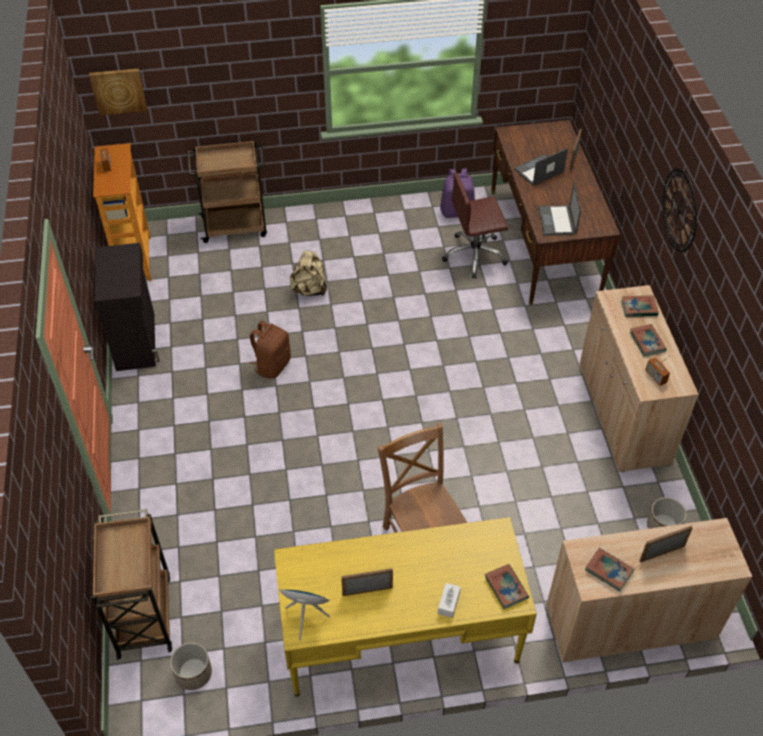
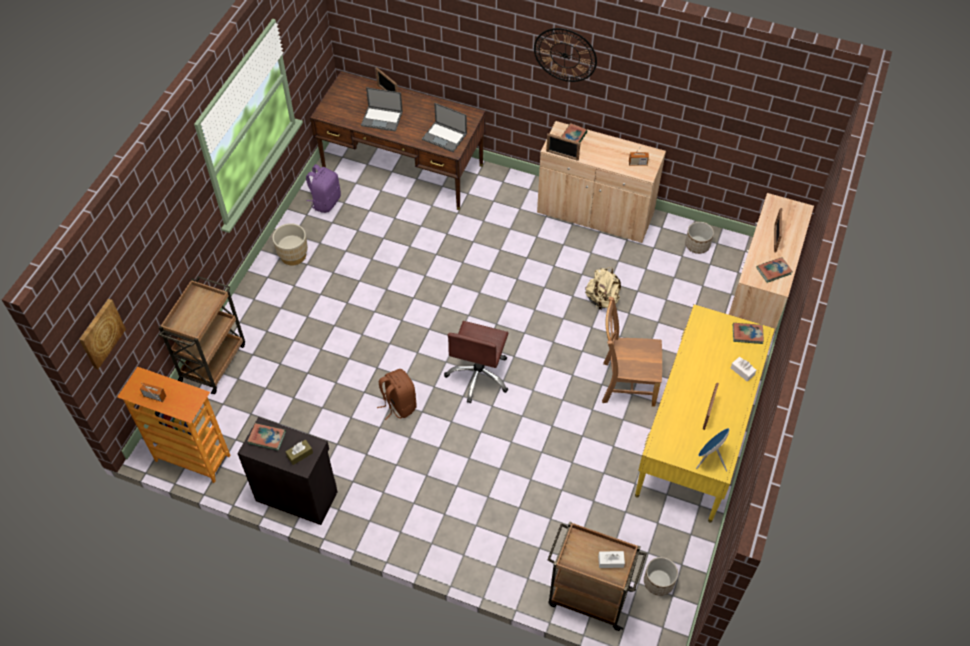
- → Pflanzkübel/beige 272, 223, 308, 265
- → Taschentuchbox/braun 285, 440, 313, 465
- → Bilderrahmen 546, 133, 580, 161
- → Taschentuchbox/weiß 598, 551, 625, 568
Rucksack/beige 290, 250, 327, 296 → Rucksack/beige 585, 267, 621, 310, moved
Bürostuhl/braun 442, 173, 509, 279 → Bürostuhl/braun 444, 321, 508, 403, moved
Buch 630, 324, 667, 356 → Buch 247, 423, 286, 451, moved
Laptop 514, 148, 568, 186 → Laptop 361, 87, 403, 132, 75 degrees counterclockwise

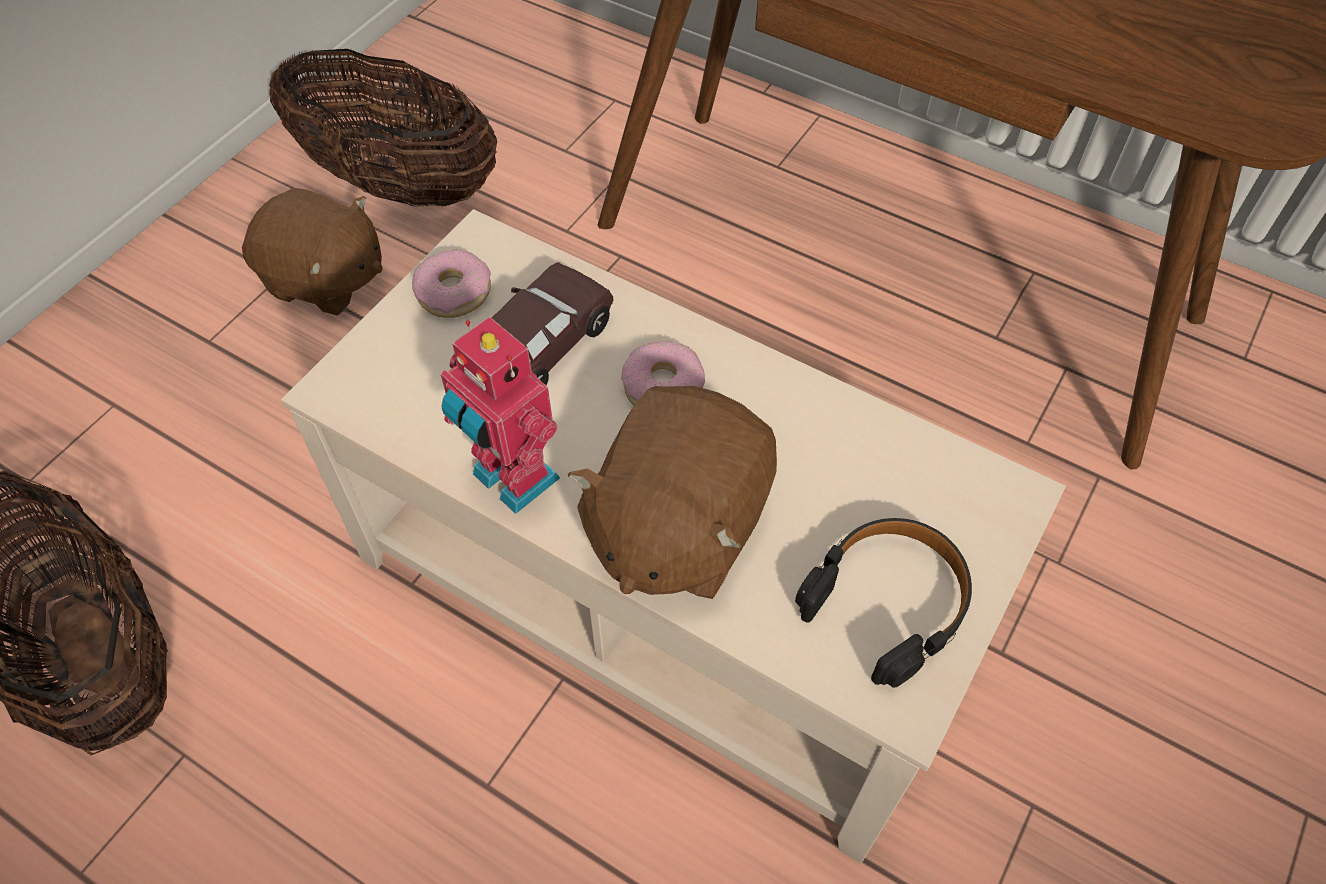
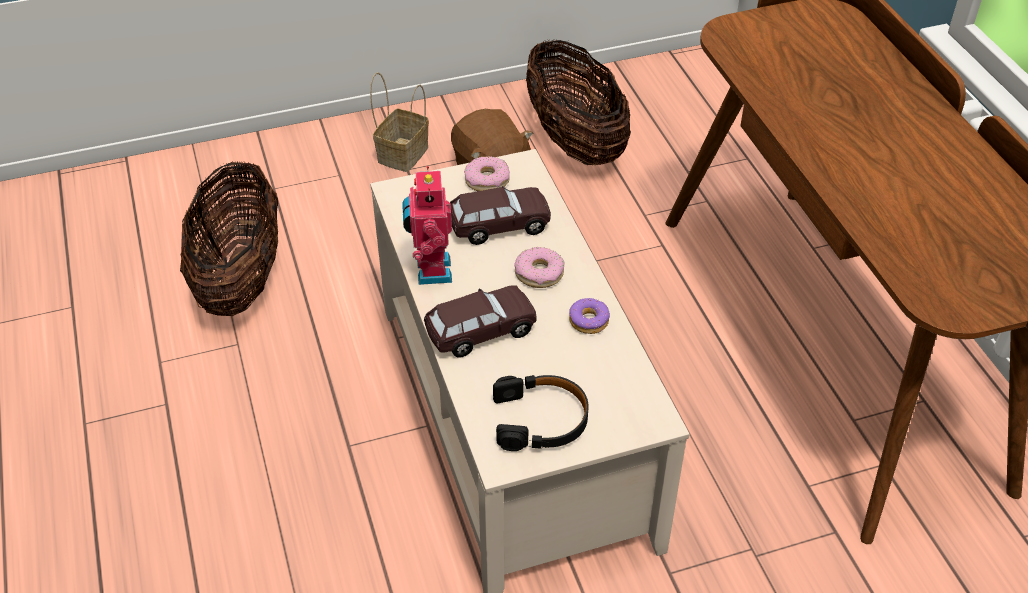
- → Korb 370, 72, 429, 172
- → Donut 569, 298, 610, 334
Plüschtier/braun 568, 386, 777, 599 → Spielzeugauto/braun 424, 285, 537, 357

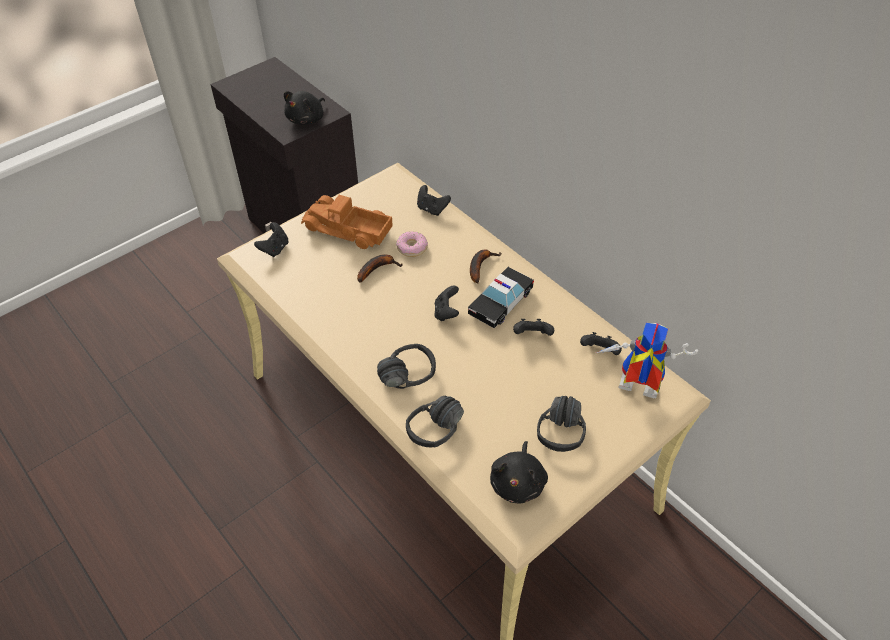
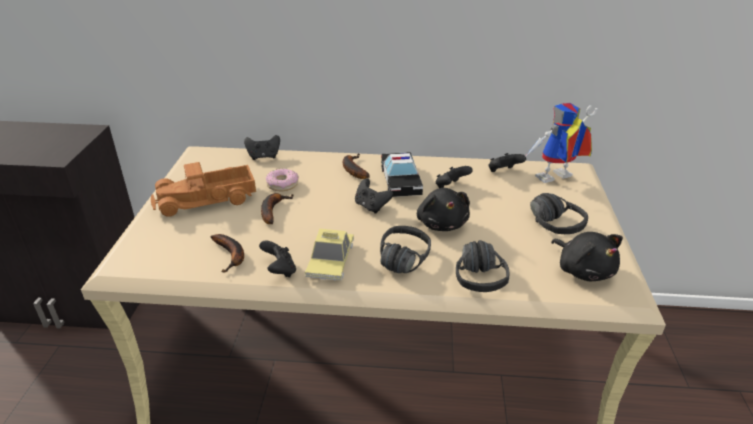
- → Banane 210, 234, 244, 272
- → Spielzeugauto 305, 229, 354, 281
Gamepad/schwarz 254, 222, 289, 257 → Gamepad/schwarz 259, 241, 296, 277, moved
Plüschtier/schwarz 284, 91, 325, 125 → Plüschtier/schwarz 417, 188, 470, 231, moved

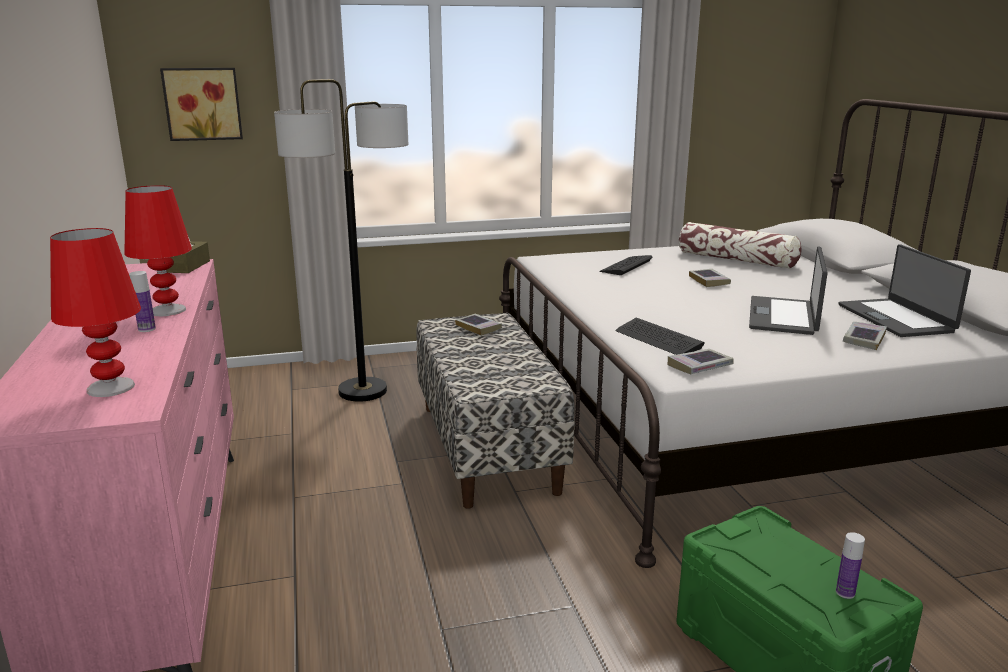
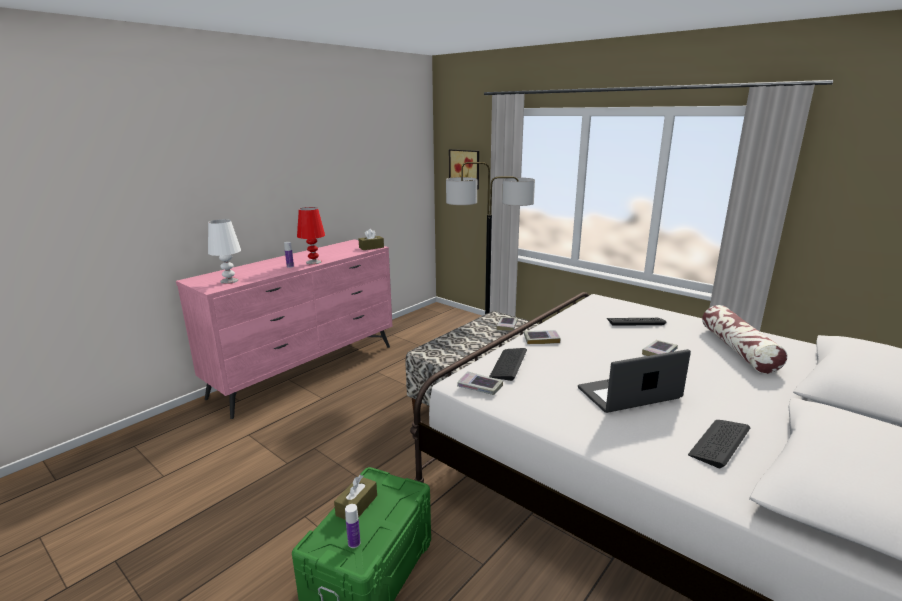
- → Taschentuchbox/braun 334, 475, 377, 520
Buch 843, 322, 887, 350 → Buch 524, 330, 561, 344, moved
Laptop 839, 244, 971, 337 → Tastatur 688, 420, 750, 468
Tischlampe/rot 50, 228, 141, 397 → Tischlampe/weiß 208, 219, 241, 284

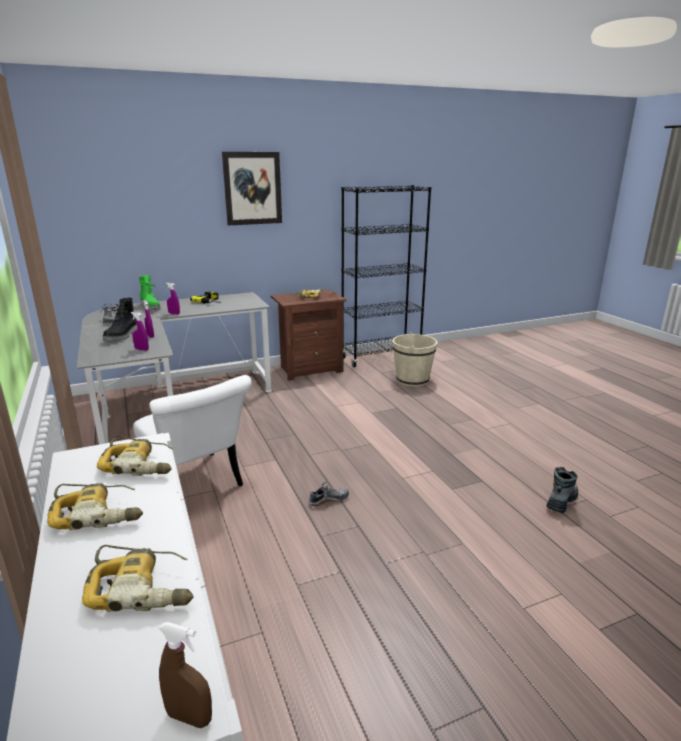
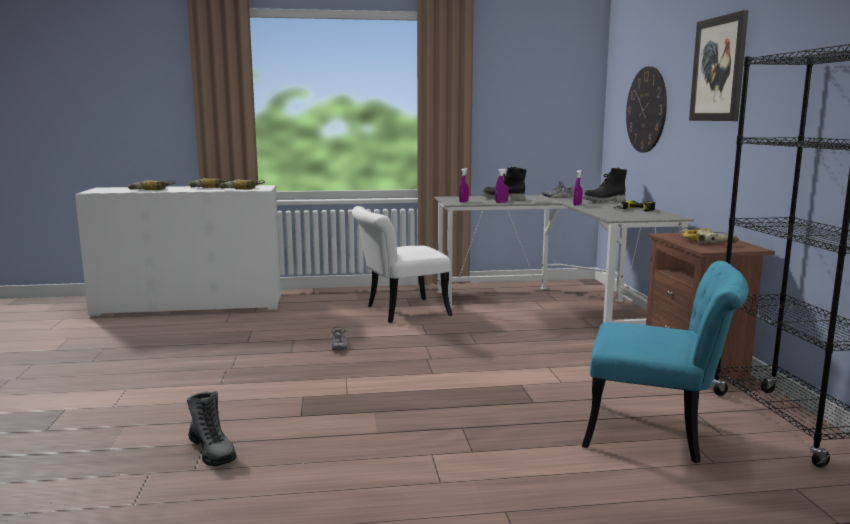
Sprühflasche/braun 159, 622, 212, 728 → -
- → Wanduhr 626, 66, 667, 152
Eimer/beige 392, 332, 438, 387 → Stuhl/türkis 582, 261, 749, 463
Stiefel/grün 139, 275, 160, 310 → Stiefel/schwarz 583, 168, 627, 203

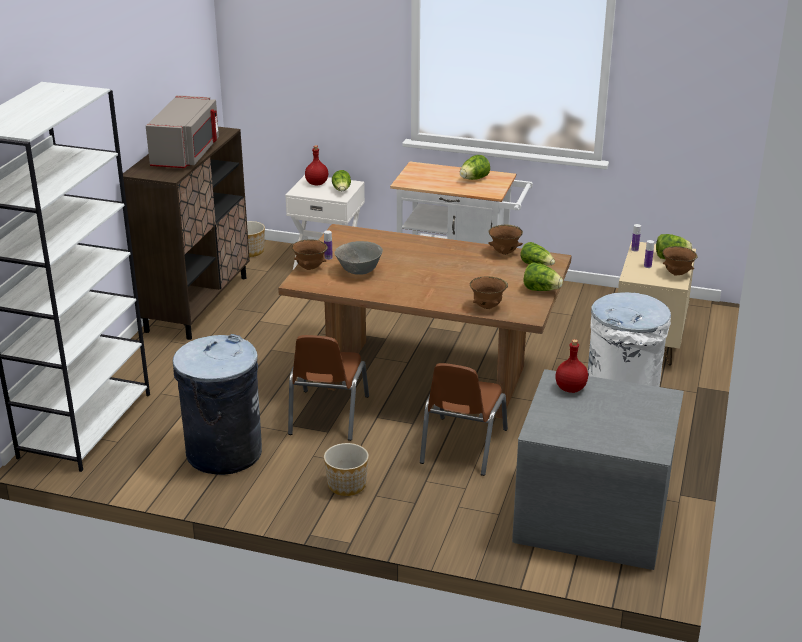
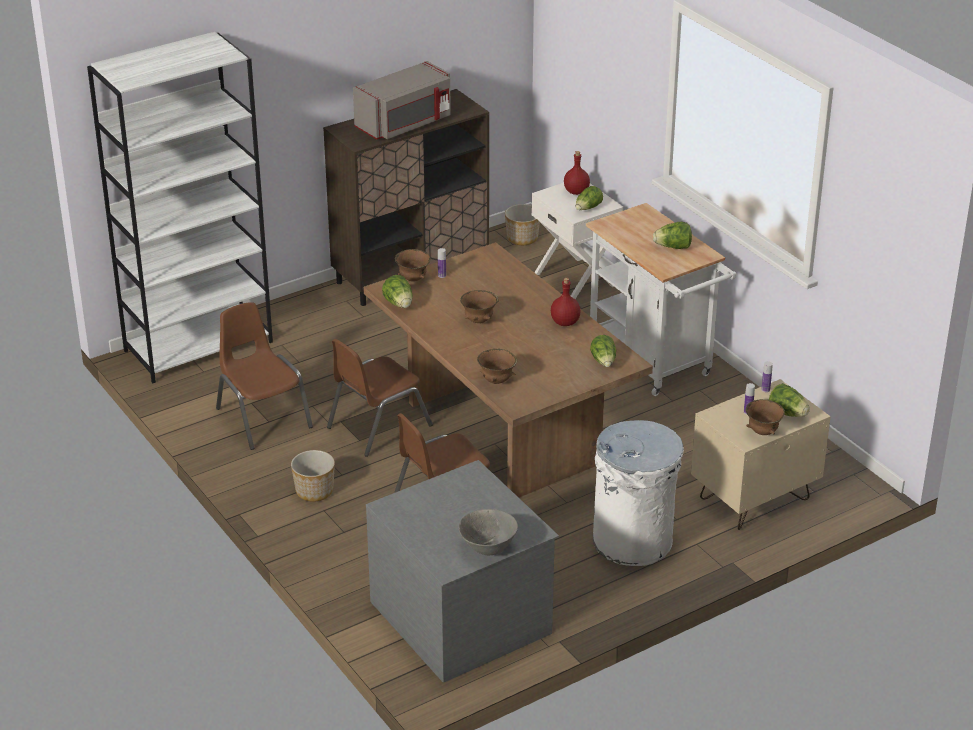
Schüssel/grau 334, 241, 383, 275 → Schüssel/grau 459, 509, 518, 555, moved
Schüssel/braun 488, 225, 523, 254 → Schüssel/braun 460, 290, 499, 323, moved
Salatkopf 524, 262, 563, 291 → Salatkopf 382, 275, 413, 308, moved
Flasche/rot 555, 339, 588, 393 → Flasche/rot 551, 278, 581, 326, moved
Mülleimer/grau 173, 334, 262, 475 → Stuhl/braun 216, 302, 313, 450

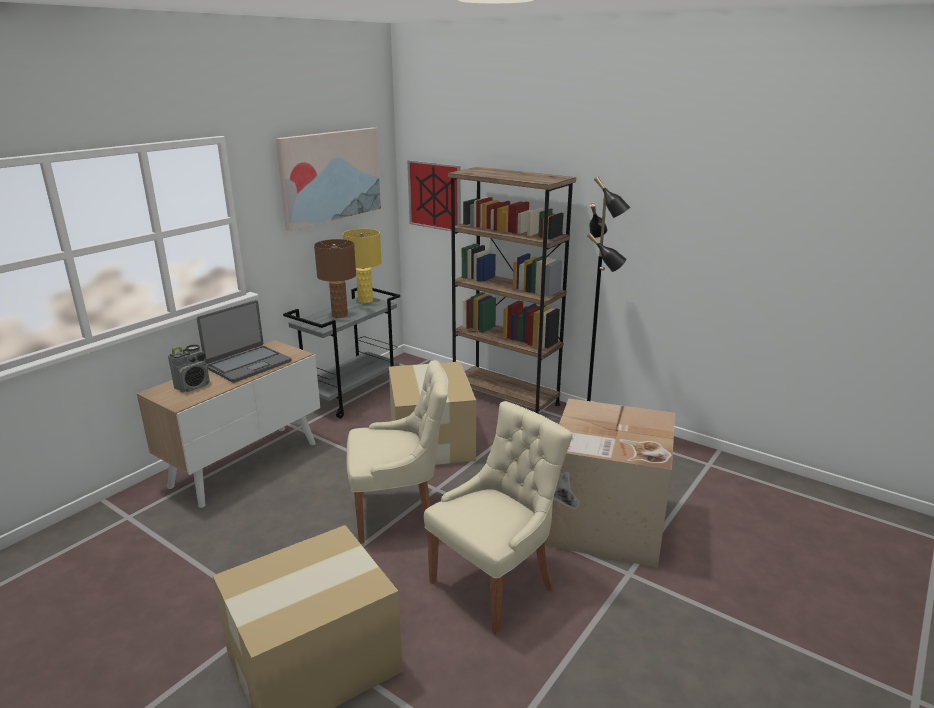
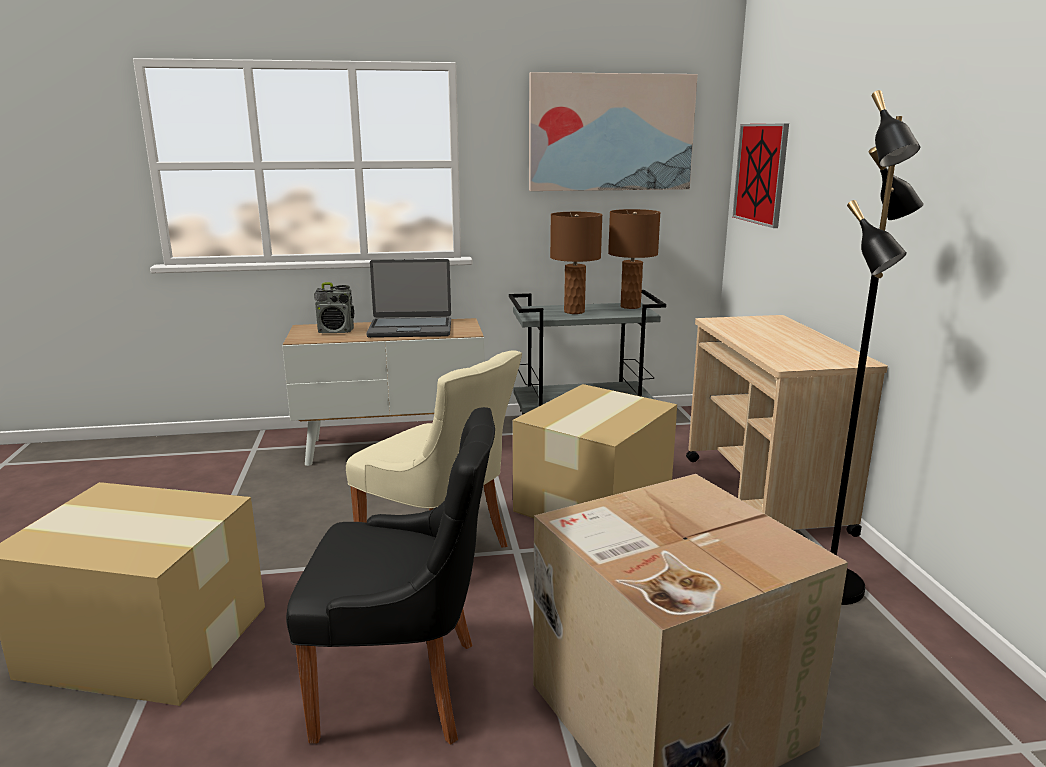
Bücherregal/braun 448, 167, 576, 414 → Rollwagen/beige 686, 315, 888, 537
Tischlampe/gelb 343, 229, 382, 303 → Tischlampe/braun 608, 209, 661, 309
Stuhl/beige 424, 401, 573, 635 → Stuhl/schwarz 286, 407, 495, 744

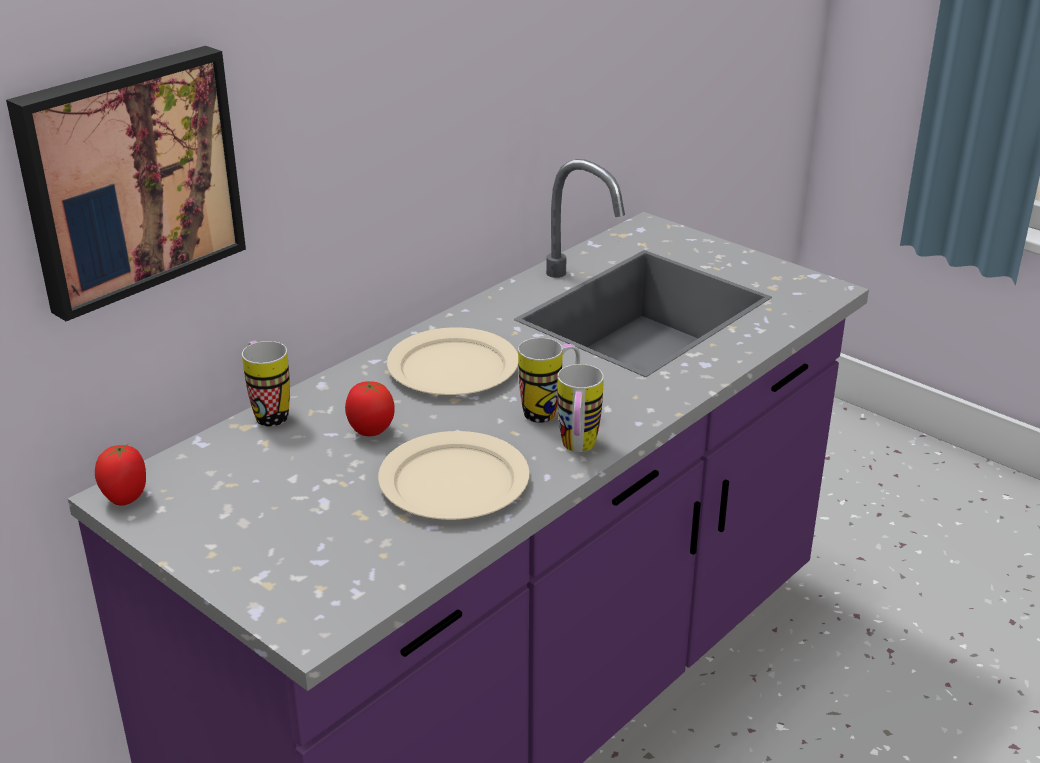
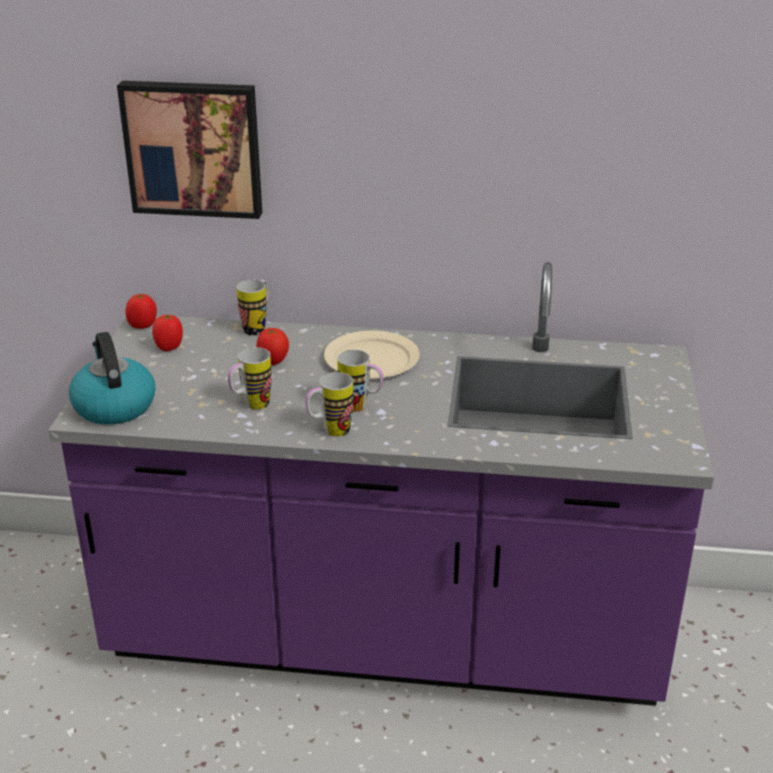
- → Wasserkessel 69, 332, 156, 425
- → Tomate 152, 314, 183, 351
Teller/beige 378, 431, 530, 520 → Henkelbecher 228, 347, 271, 409

